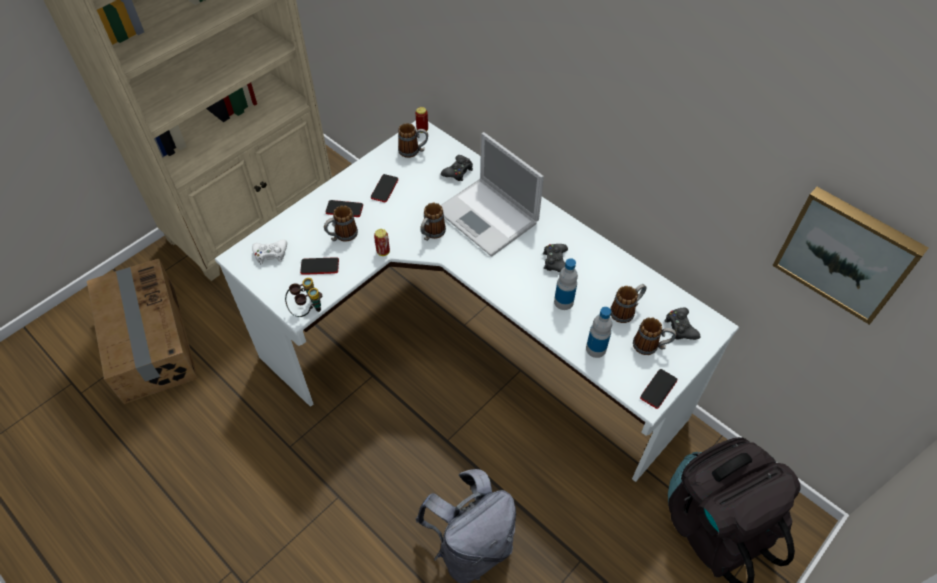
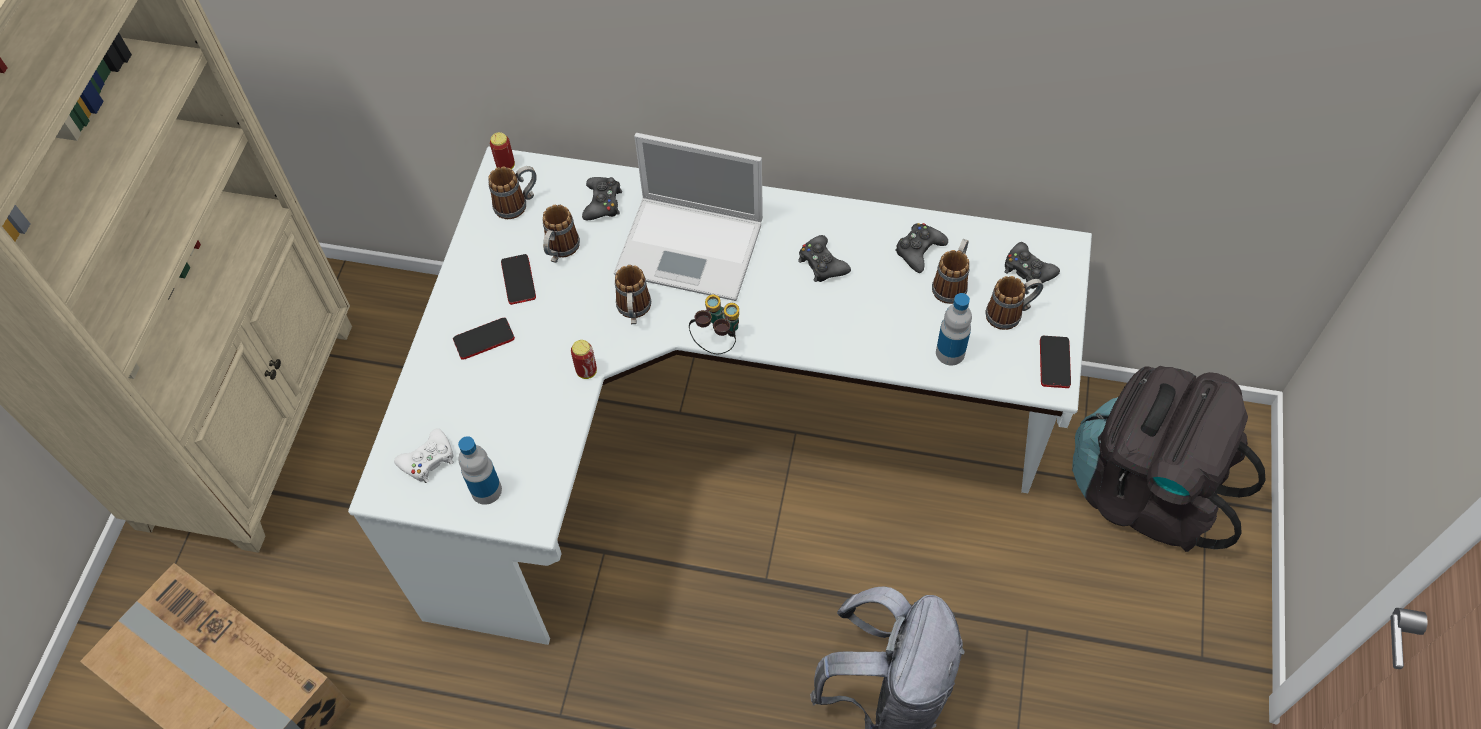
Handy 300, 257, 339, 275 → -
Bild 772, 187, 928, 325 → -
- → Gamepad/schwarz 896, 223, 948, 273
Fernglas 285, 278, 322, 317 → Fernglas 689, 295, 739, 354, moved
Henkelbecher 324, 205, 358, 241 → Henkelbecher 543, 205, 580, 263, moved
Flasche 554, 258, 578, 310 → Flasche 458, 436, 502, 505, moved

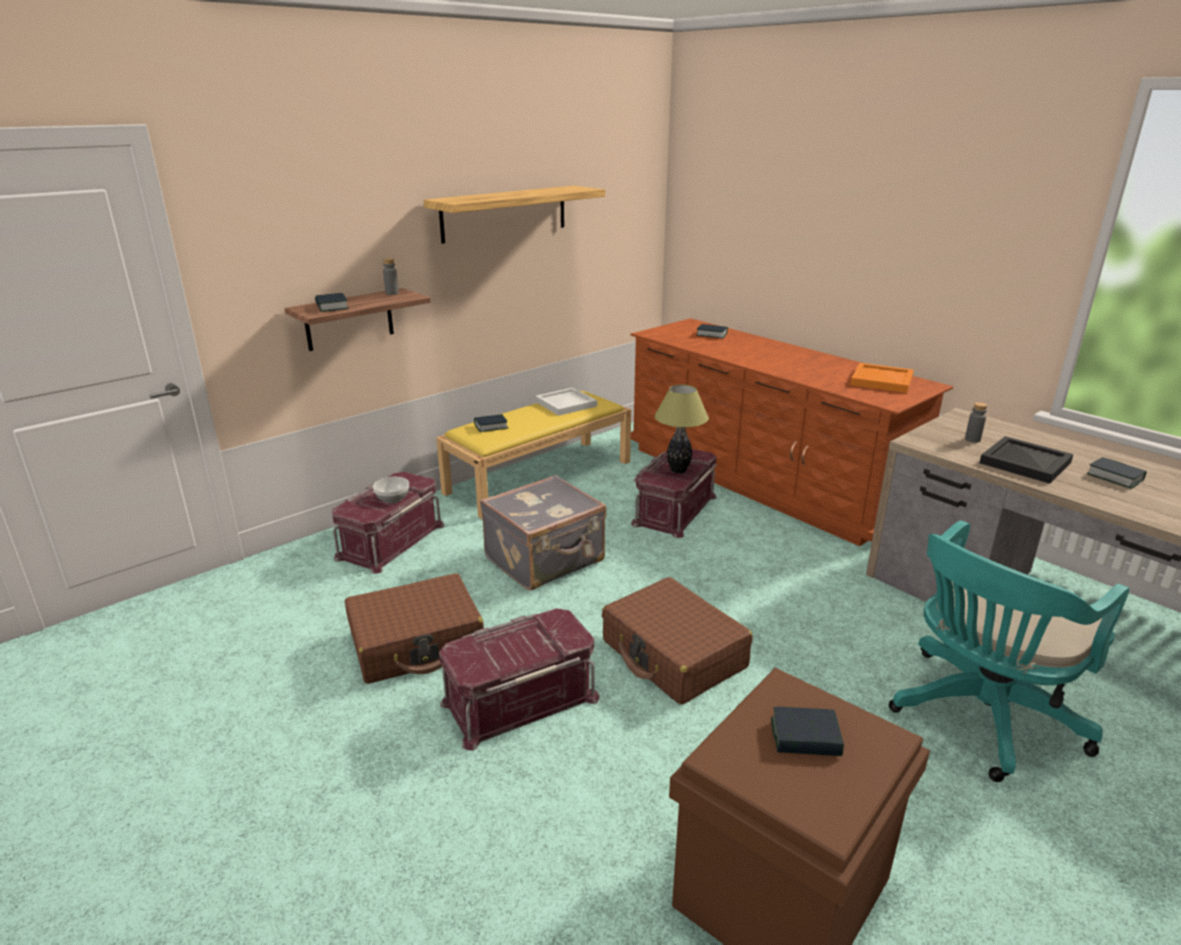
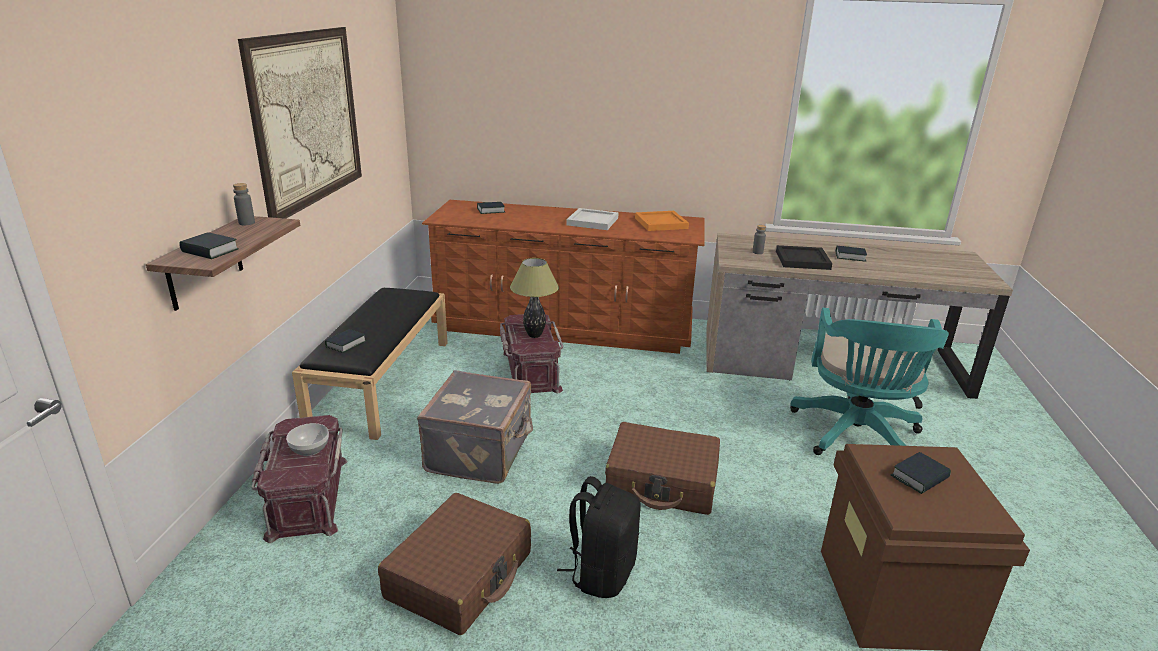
Tablett/weiß 535, 388, 597, 416 → Tablett/weiß 566, 208, 619, 230, moved
Wandregal 424, 186, 605, 244 → Bild 238, 27, 362, 219
Aufbewahrungsbox/rot 439, 608, 600, 751 → Rucksack/schwarz 557, 476, 641, 598
Bank/gelb 436, 391, 631, 520 → Bank/schwarz 292, 288, 448, 440

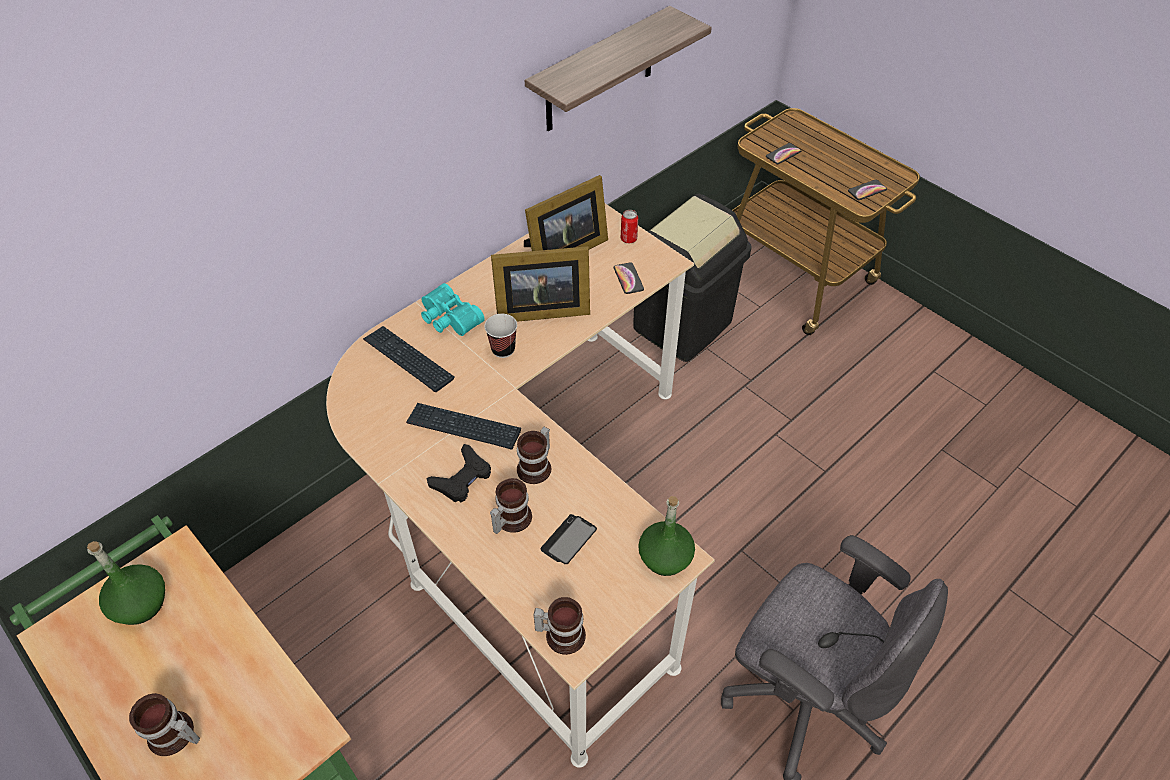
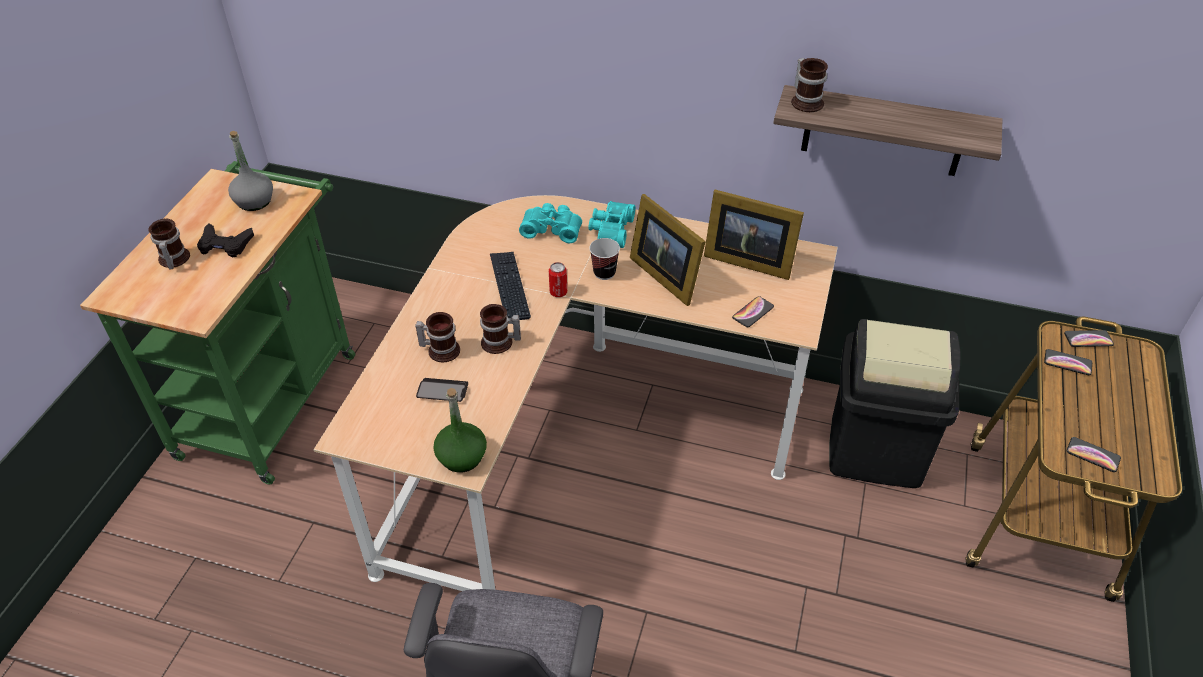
- → Handy 1064, 330, 1114, 347
Gamepad/schwarz 426, 444, 491, 502 → Gamepad/schwarz 197, 223, 254, 258, moved
Henkelbecher 534, 597, 586, 655 → Henkelbecher 791, 58, 828, 112, moved
Dose 621, 210, 638, 243 → Dose 549, 262, 567, 297, moved
Tastatur 363, 326, 455, 392 → Fernglas/türkis 519, 203, 582, 243
Flasche/grün 87, 541, 165, 625 → Flasche/grau 228, 131, 273, 211

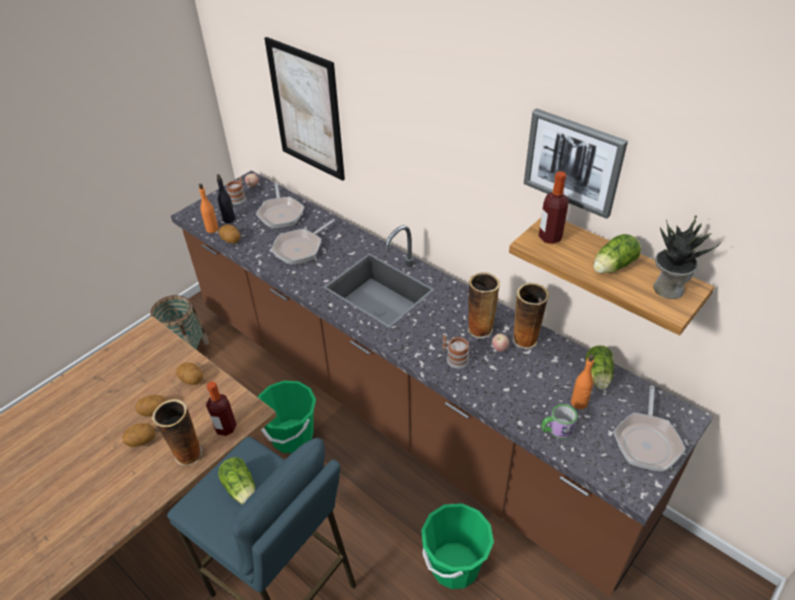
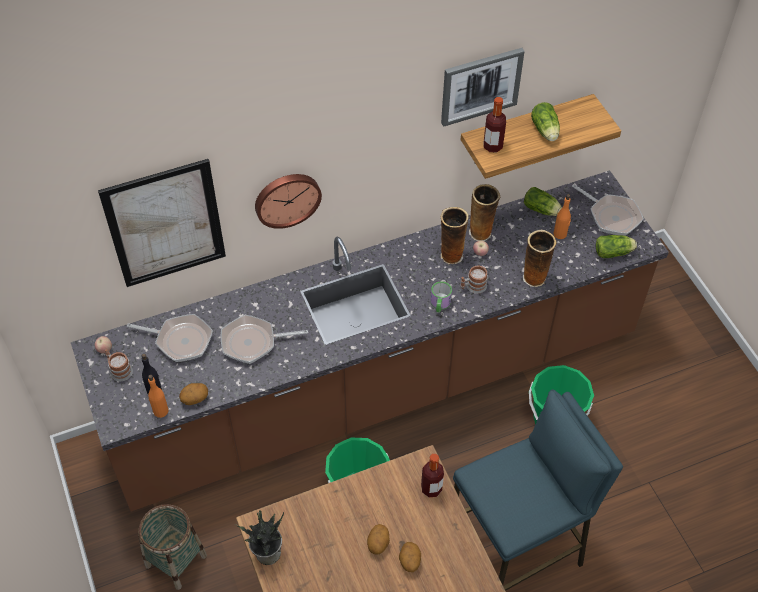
Kartoffel 176, 363, 203, 385 → -
- → Wanduhr 255, 174, 322, 229
Vase 152, 399, 203, 466 → Vase 523, 230, 556, 287, moved
Salatkopf 218, 457, 255, 505 → Salatkopf 596, 235, 637, 258, moved
Henkelbecher 541, 404, 577, 439 → Henkelbecher 431, 281, 452, 313, moved
Topfpflanze 654, 215, 721, 299 → Topfpflanze 235, 510, 284, 565, moved
Pfanne 271, 219, 335, 265 → Pfanne 221, 315, 308, 364, 105 degrees clockwise

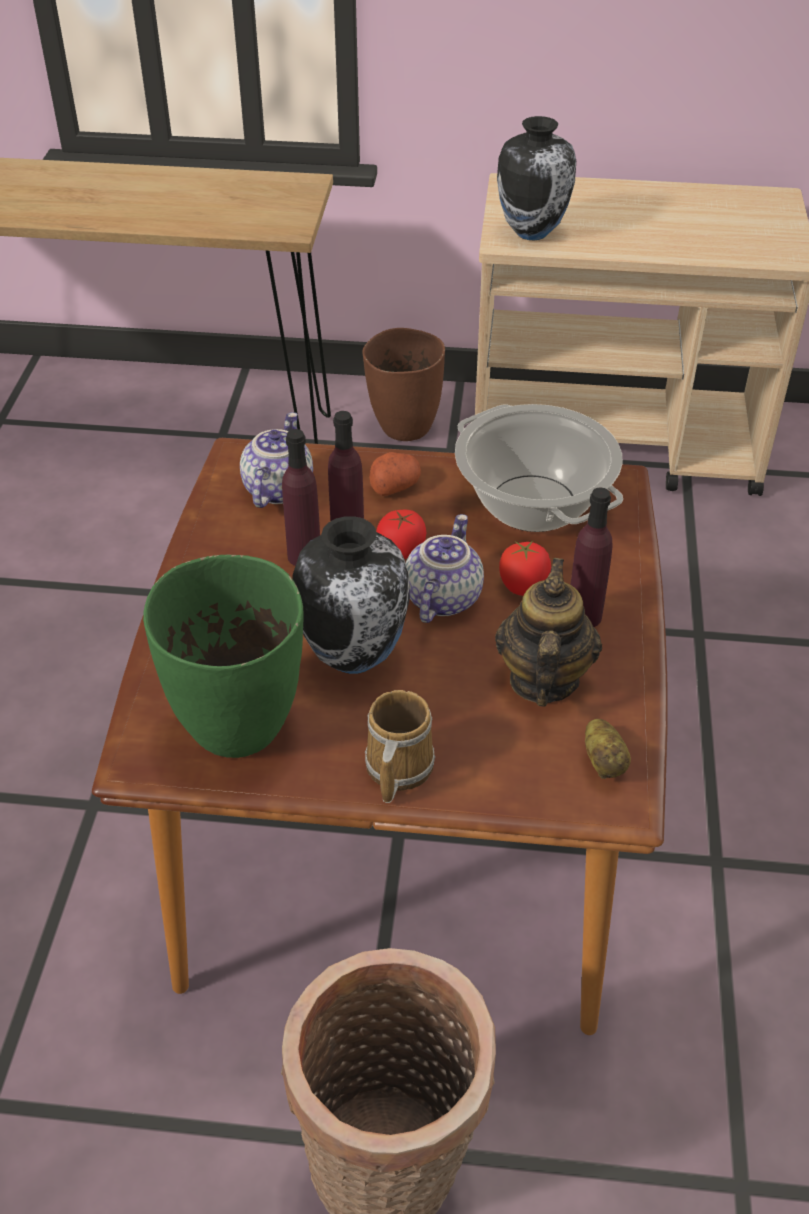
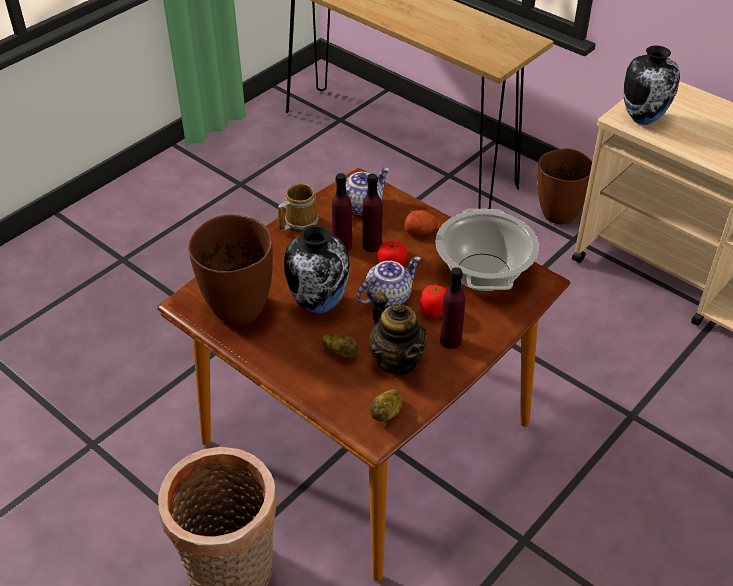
- → Kartoffel 322, 334, 359, 359
Henkelbecher 365, 690, 435, 803 → Henkelbecher 278, 184, 319, 233, moved
Vase/grün 143, 555, 304, 758 → Vase/braun 188, 214, 273, 325
Teekanne 495, 558, 602, 706 → Teekanne 369, 292, 427, 375, 105 degrees clockwise

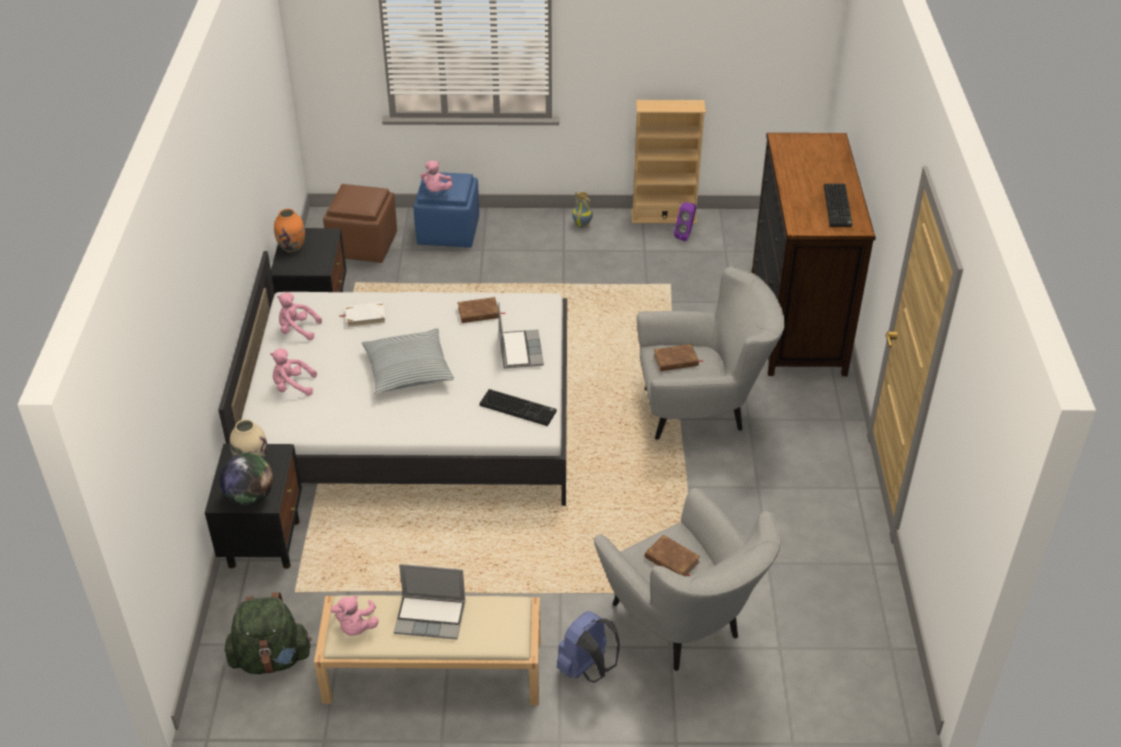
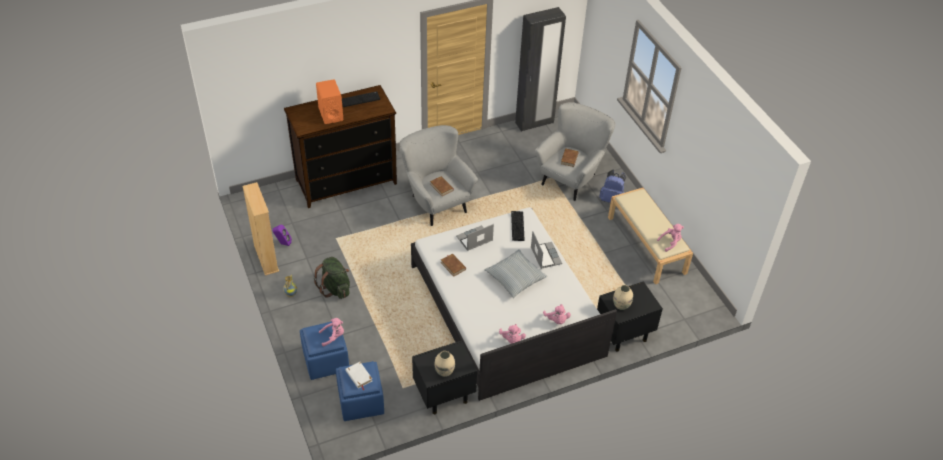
Globus 220, 453, 273, 505 → -
- → Lautsprecher/orange 316, 79, 343, 124
- → Kleiderschrank/schwarz 515, 7, 566, 132
Rucksack/grün 224, 592, 312, 674 → Rucksack/grün 314, 257, 350, 299, moved
Buch/weiß 339, 302, 386, 328 → Buch/weiß 345, 362, 372, 390, moved
Laptop 394, 564, 466, 640 → Laptop 531, 231, 562, 269, moved
Vase/orange 274, 209, 305, 252 → Vase/beige 434, 351, 455, 377
Polsterhocker/braun 323, 184, 397, 263 → Polsterhocker/blau 336, 361, 384, 421

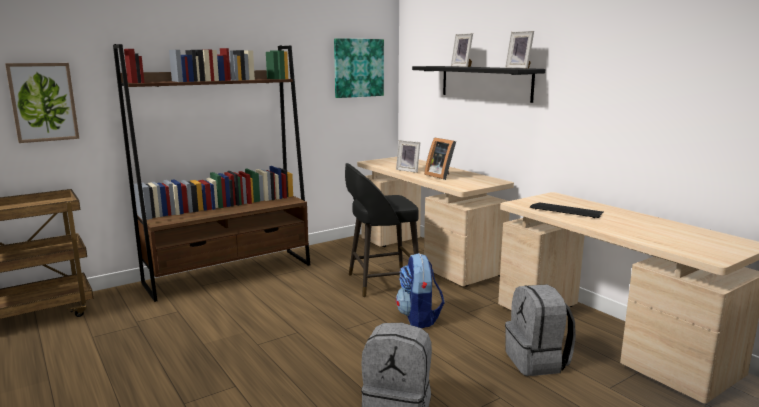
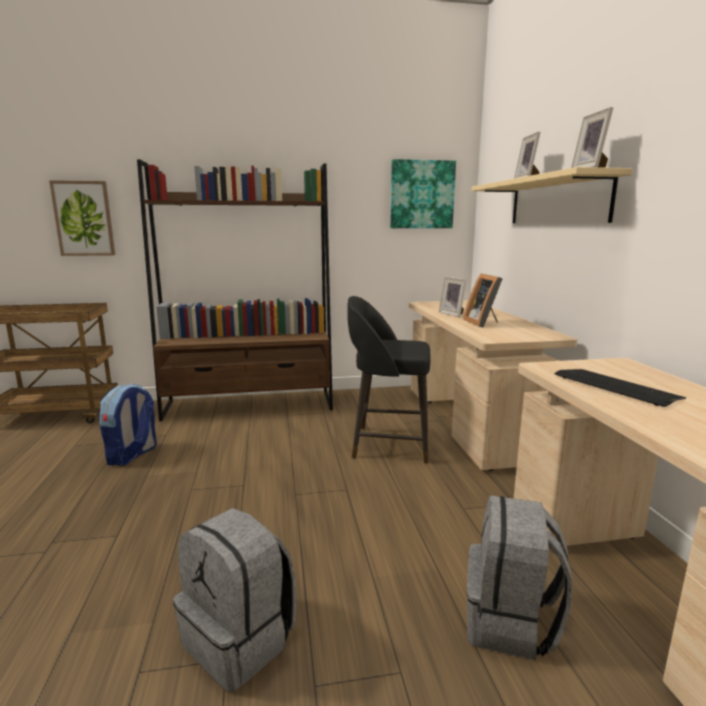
Rucksack 396, 253, 445, 328 → Rucksack 99, 383, 157, 466, moved
Wandregal/schwarz 412, 66, 545, 103 → Wandregal/beige 472, 167, 633, 223

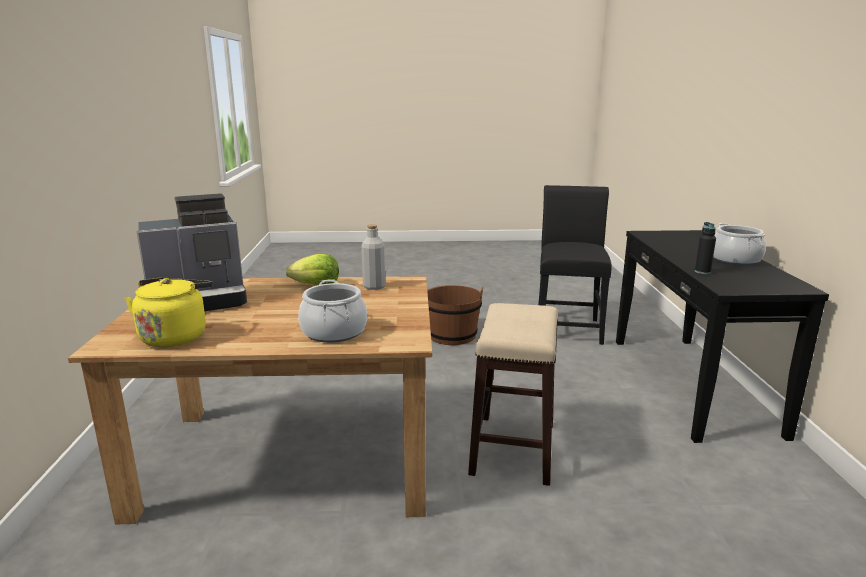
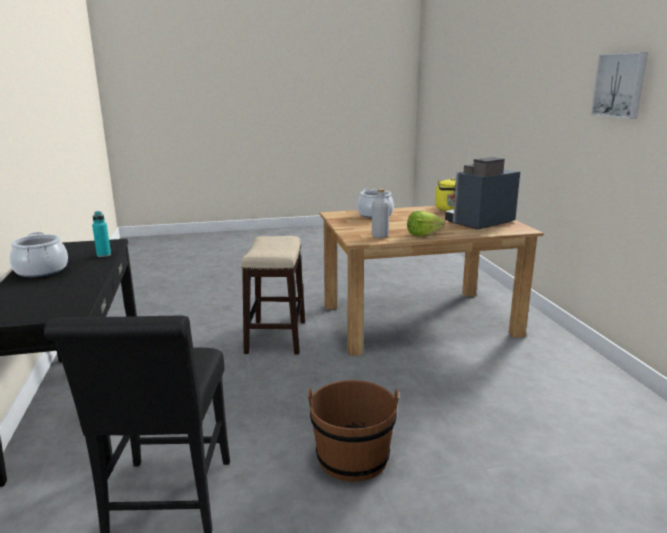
- → Bild 590, 52, 648, 119
Flasche/schwarz 695, 222, 716, 274 → Flasche/türkis 92, 211, 111, 257

